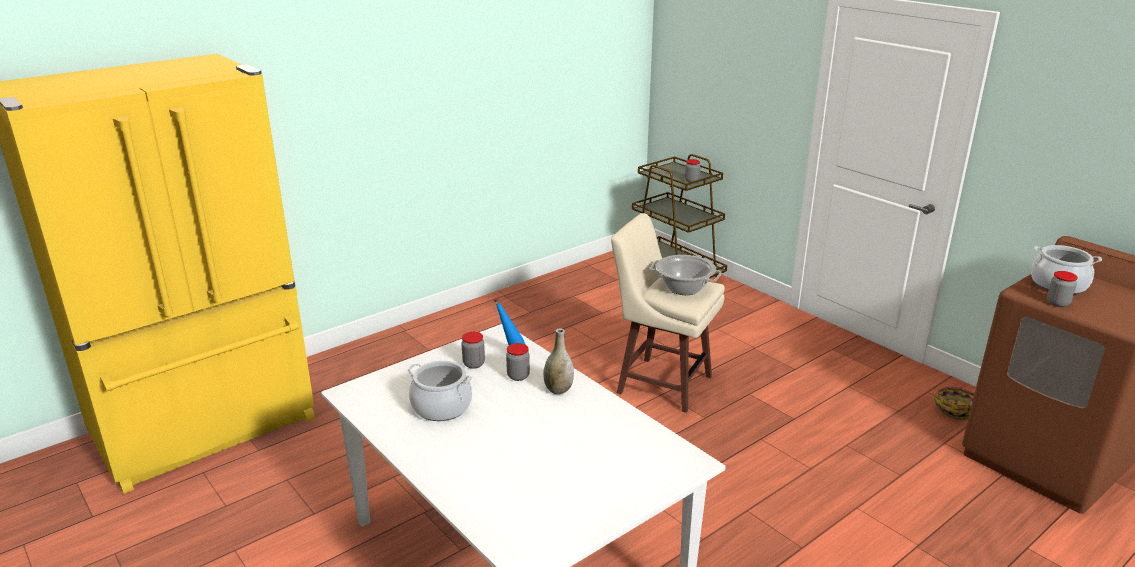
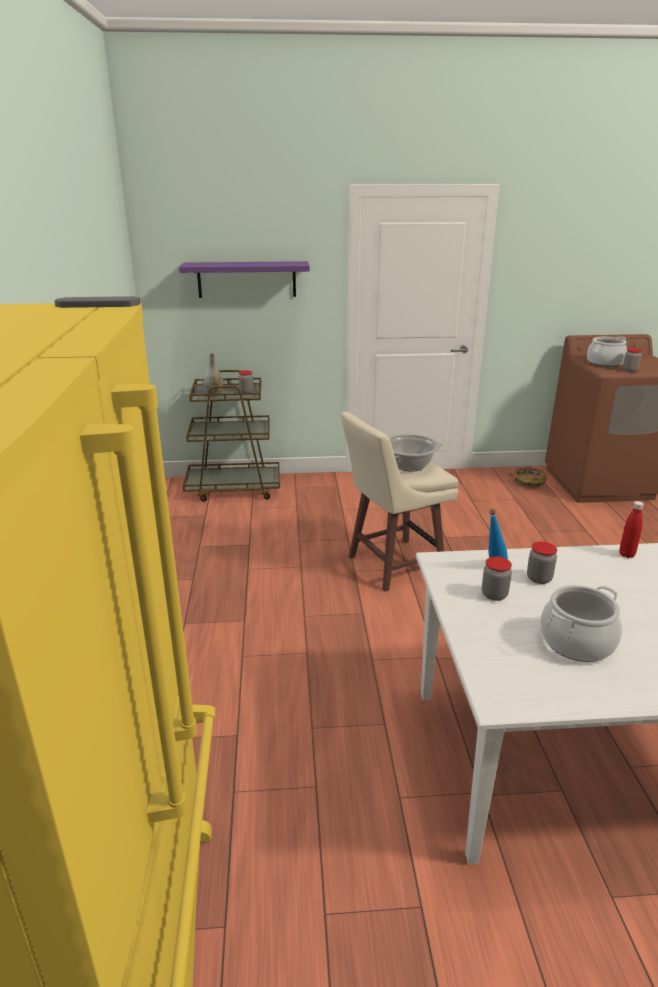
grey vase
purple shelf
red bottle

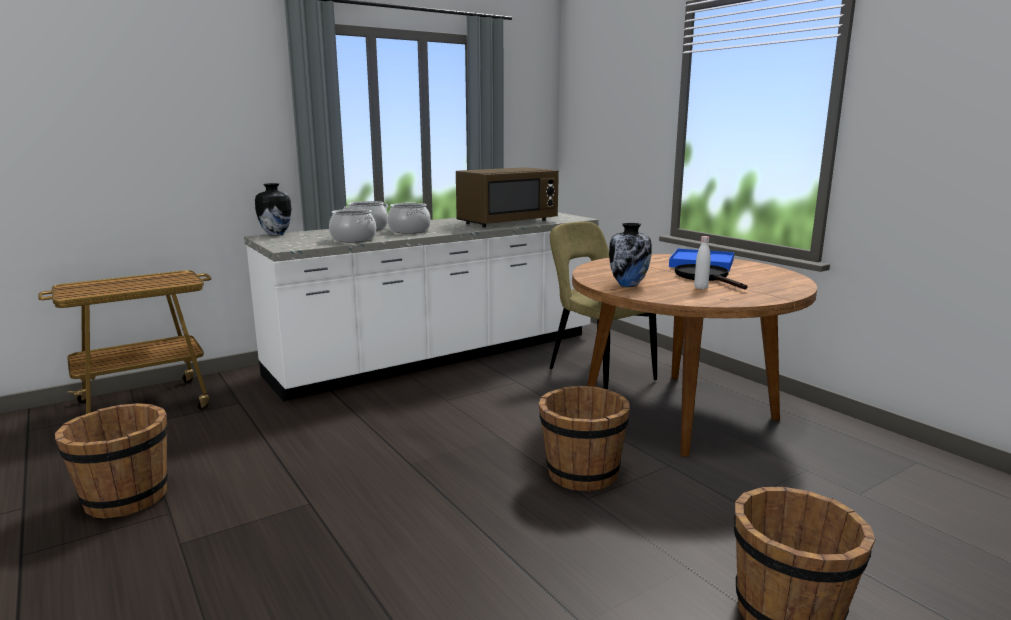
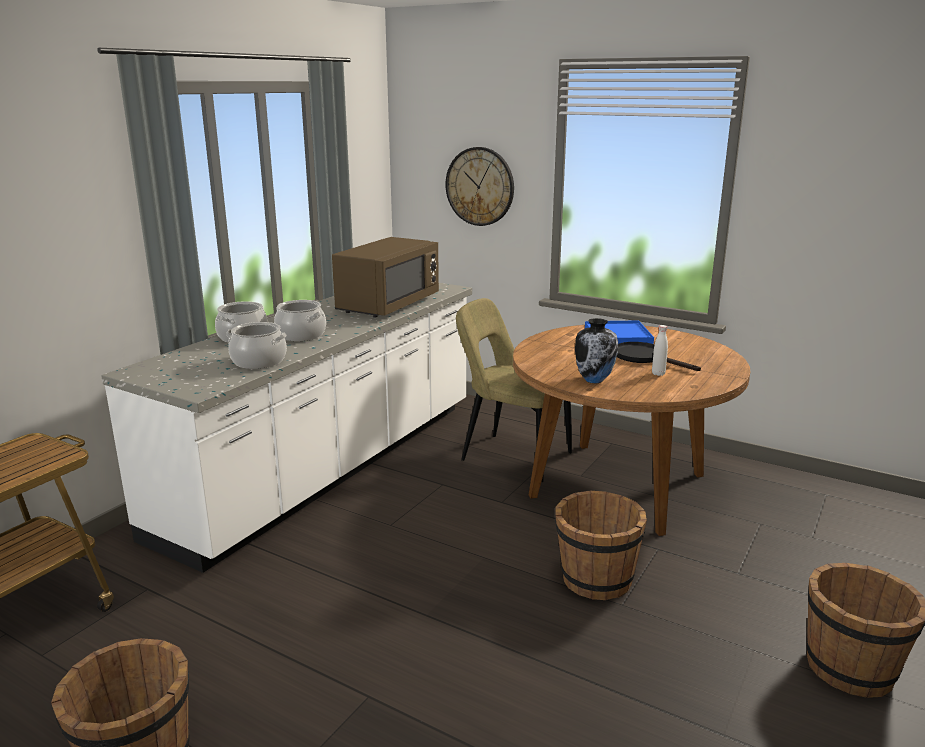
vase (1st from left in the first image)
wall clock

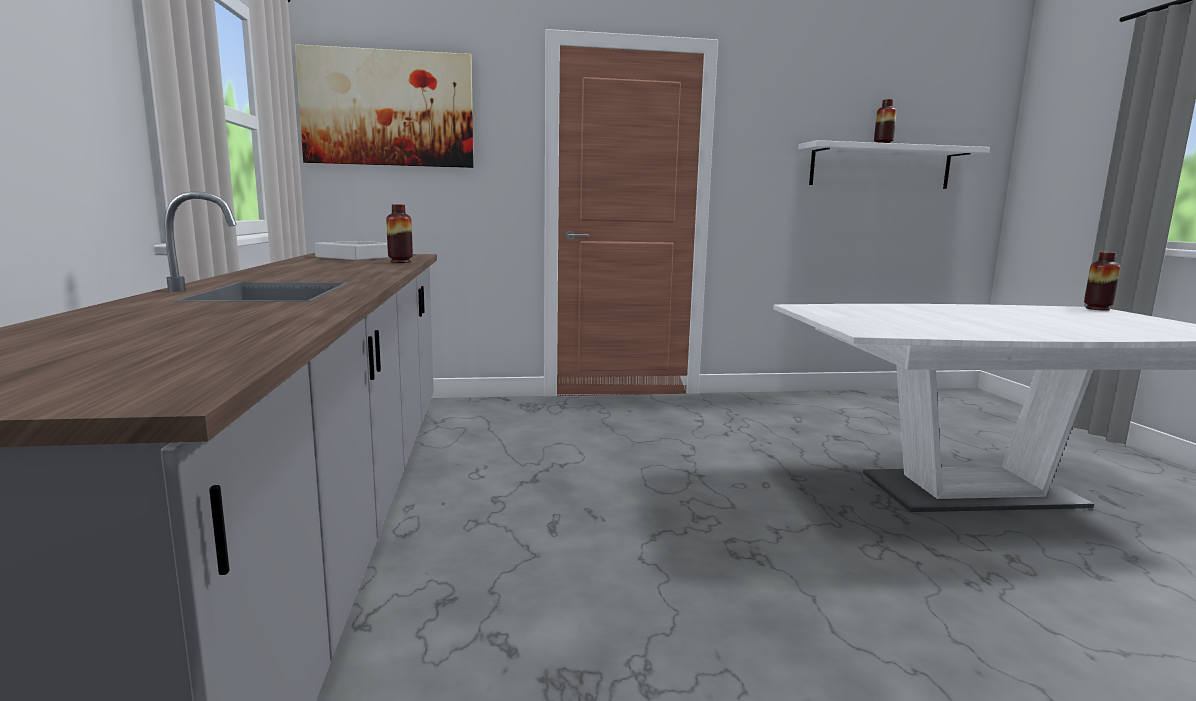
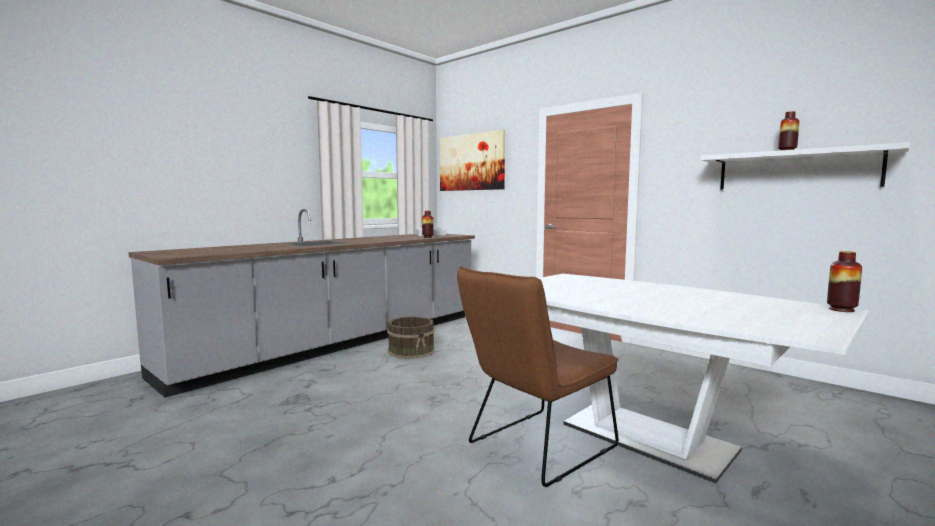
brown chair
brown bucket

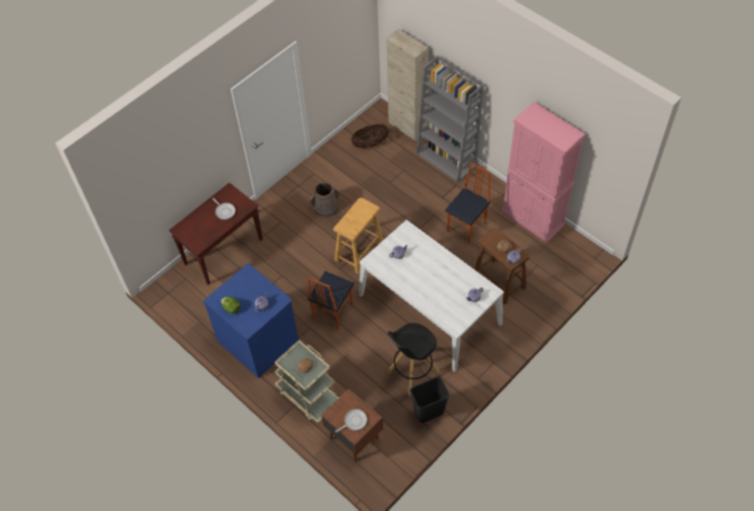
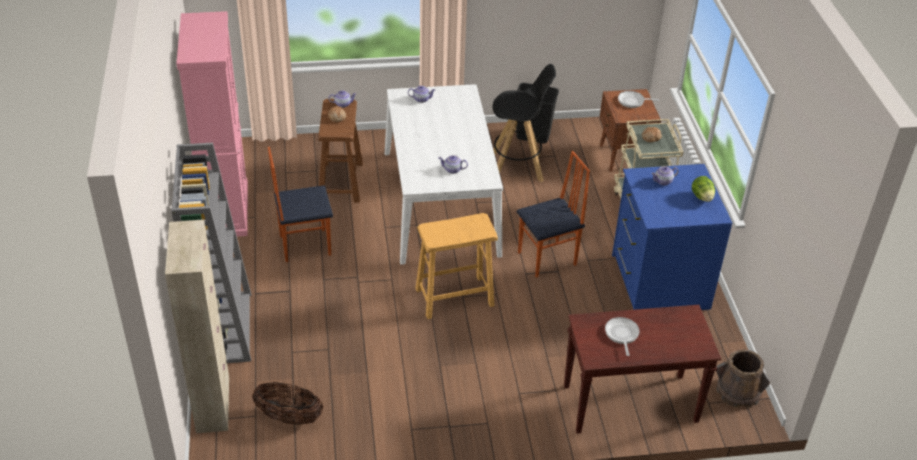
brown bucket

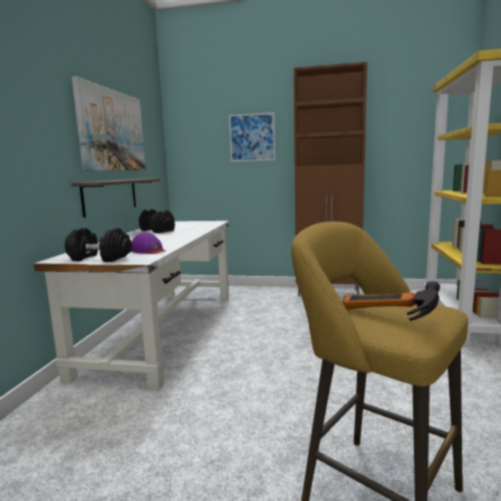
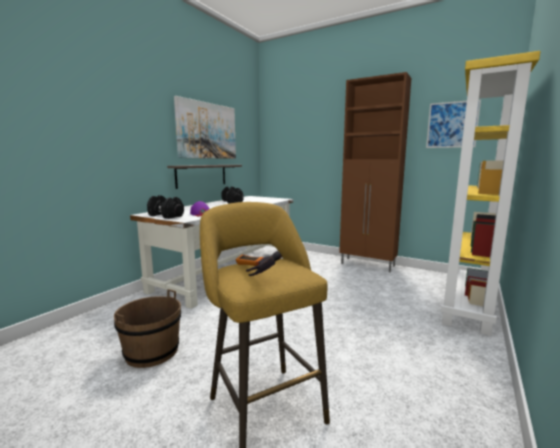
picture (2nd from left)
brown bucket

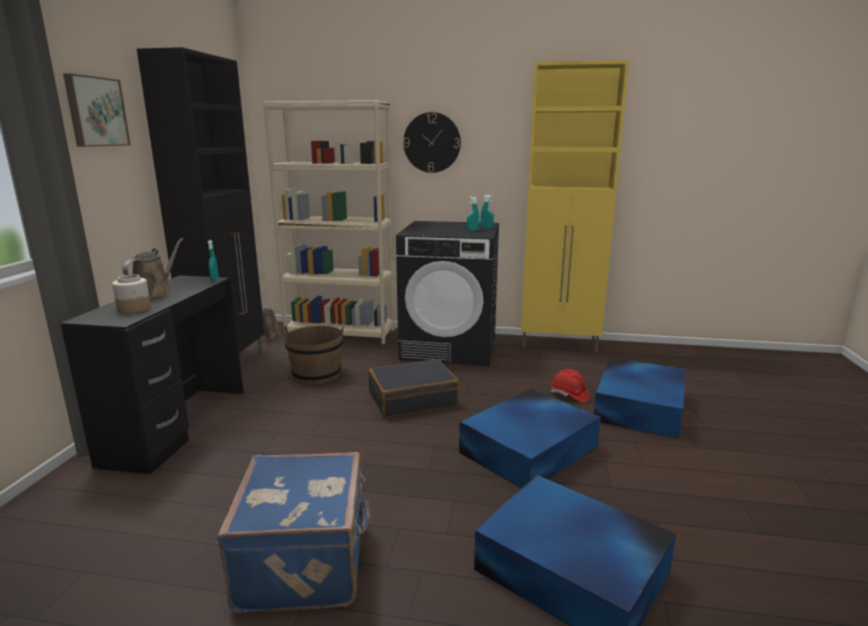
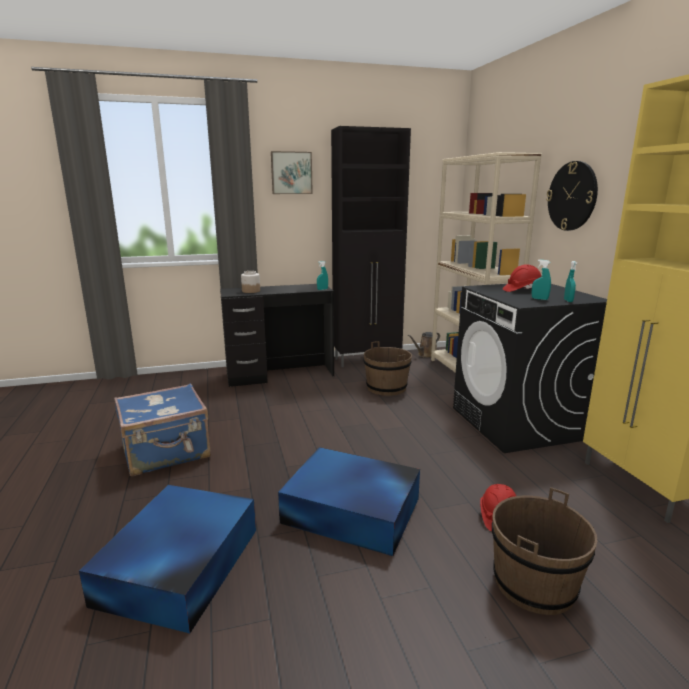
brown watering can (1st from left in the first image)
brown bucket (2nd from left)
black suitcase
red hard hat (2nd from left)

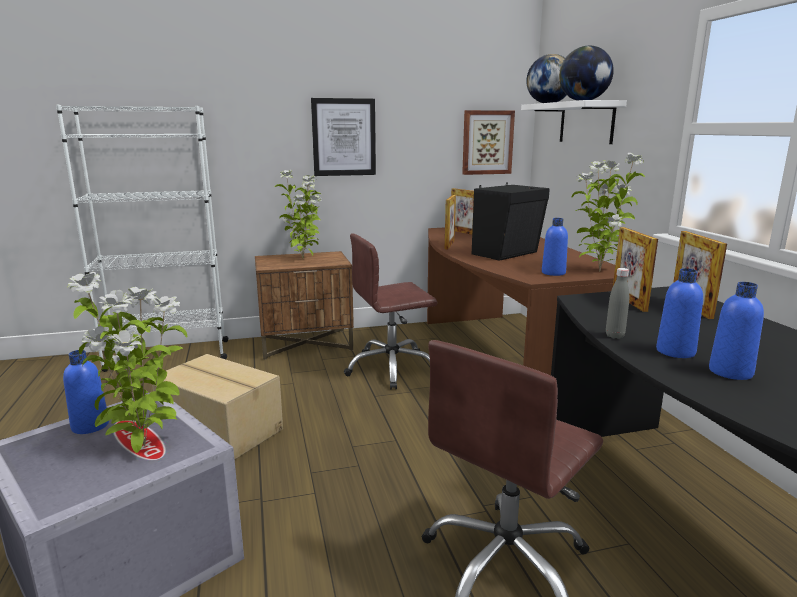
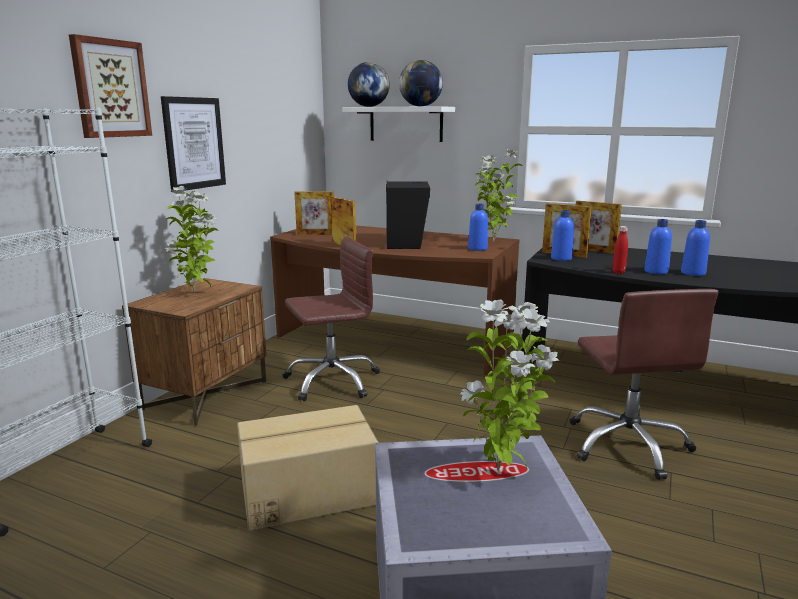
picture (1st from left)
brown office chair (1st from left)
red bottle
blue bottle (2nd from left)

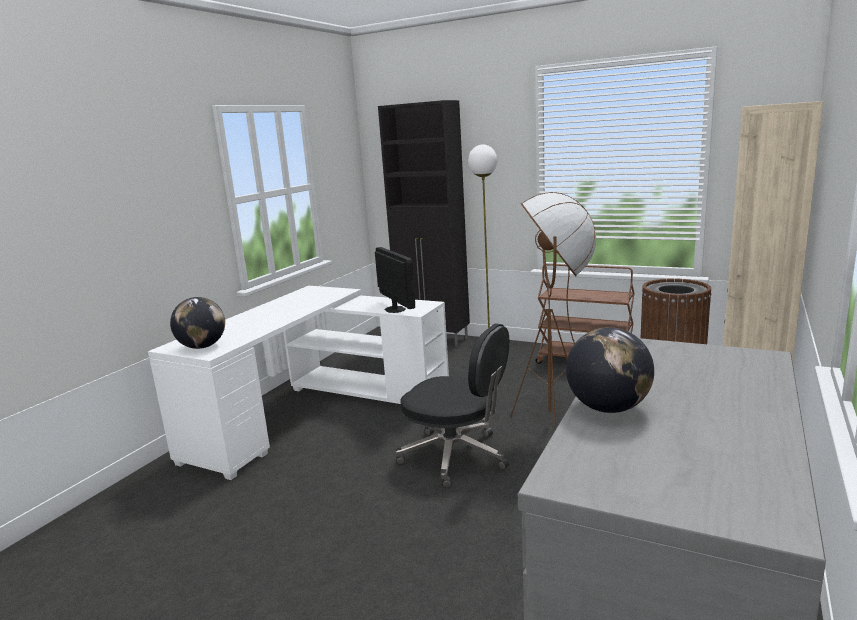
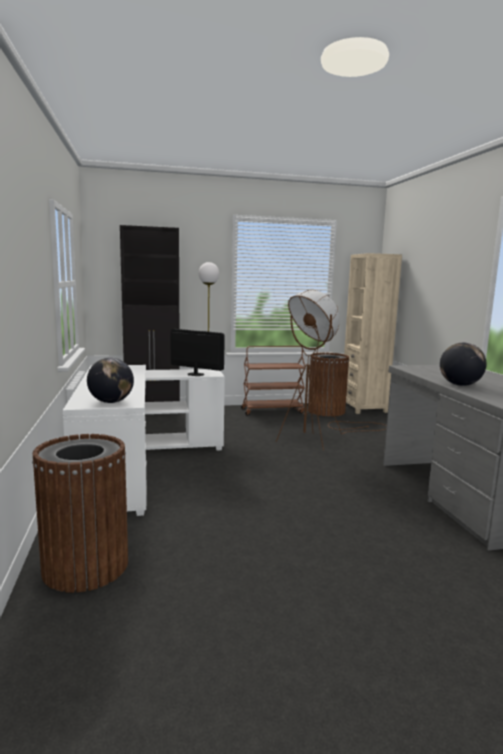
black office chair
brown trash can (1st from left)

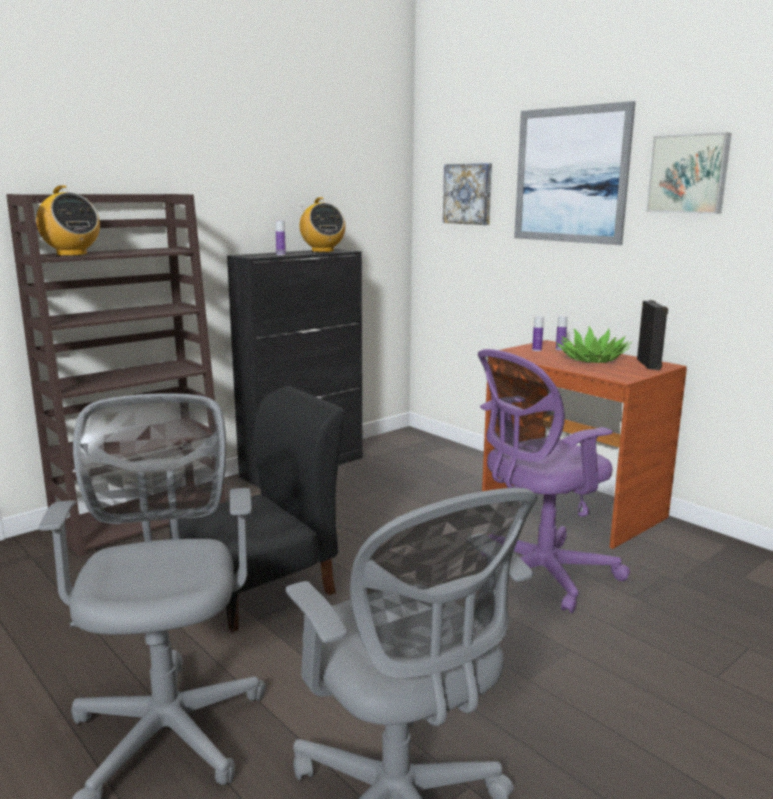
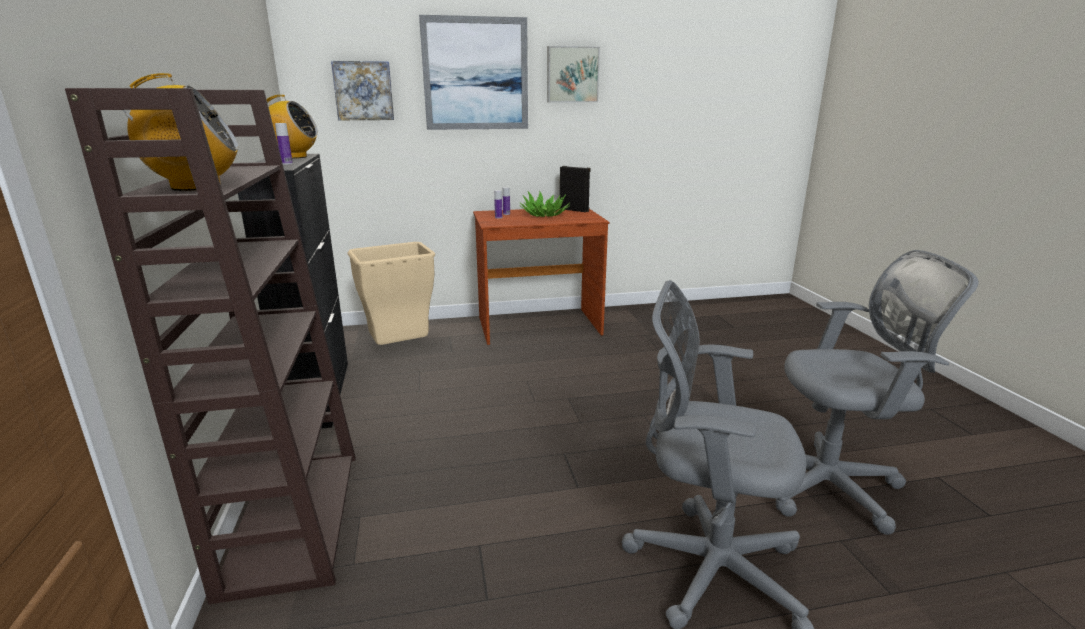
purple office chair
black chair
beige trash can

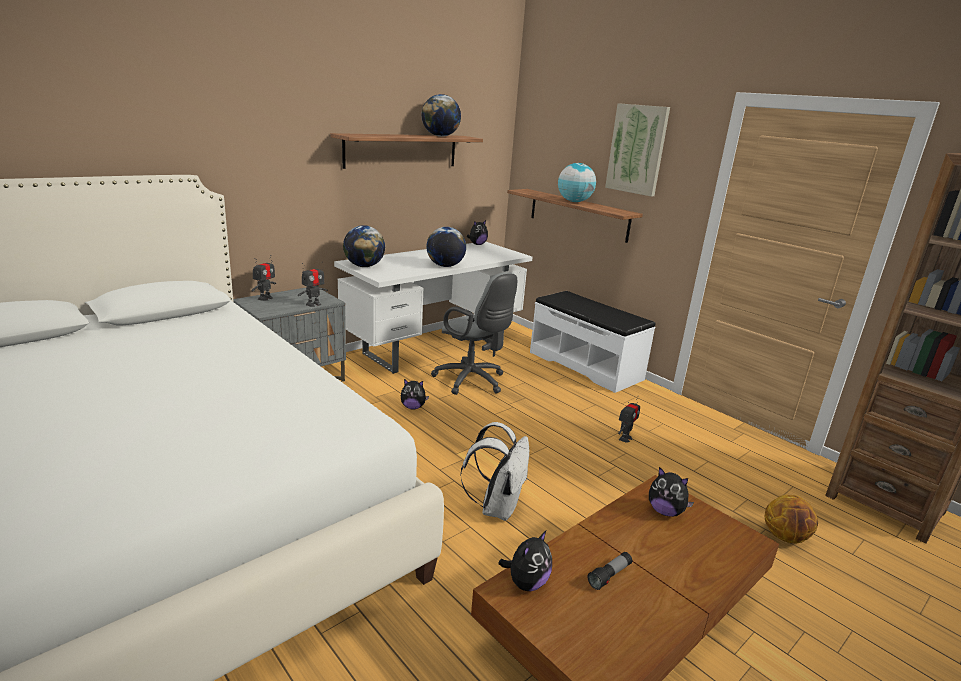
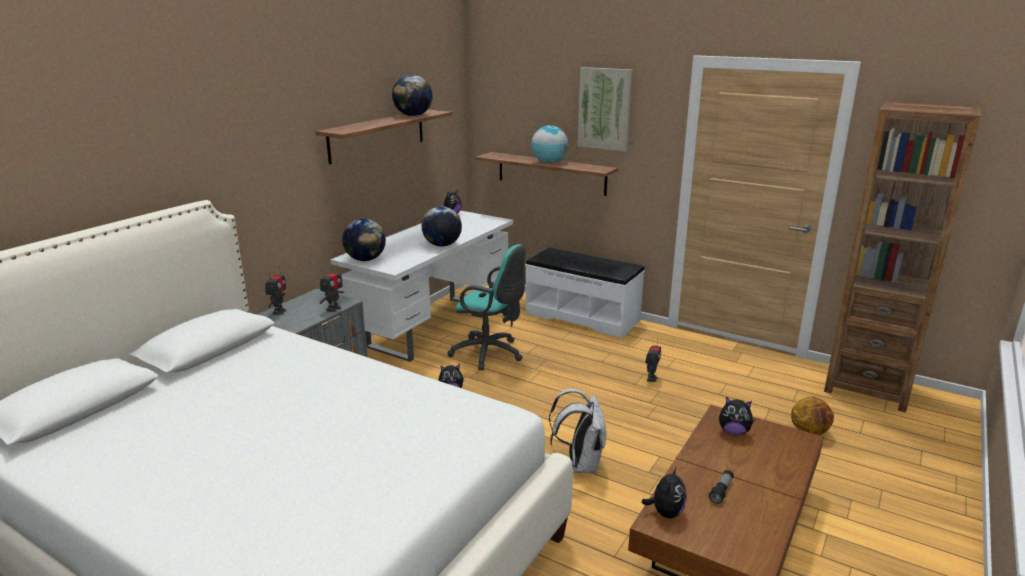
turquoise office chair

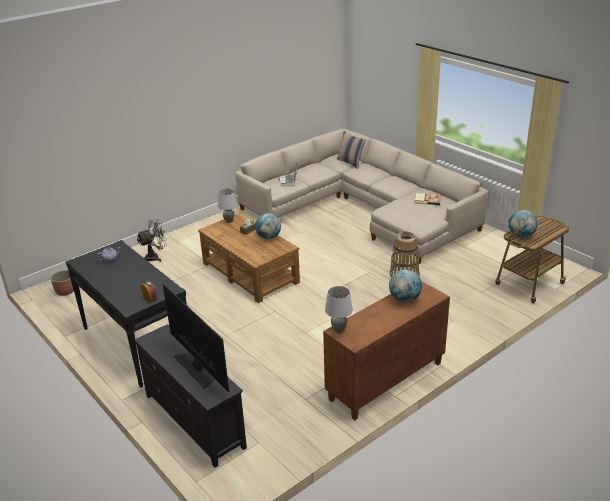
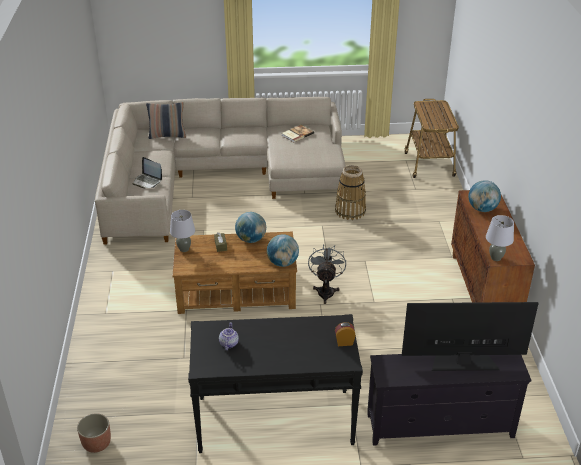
globe (2nd from left)
grey fan

